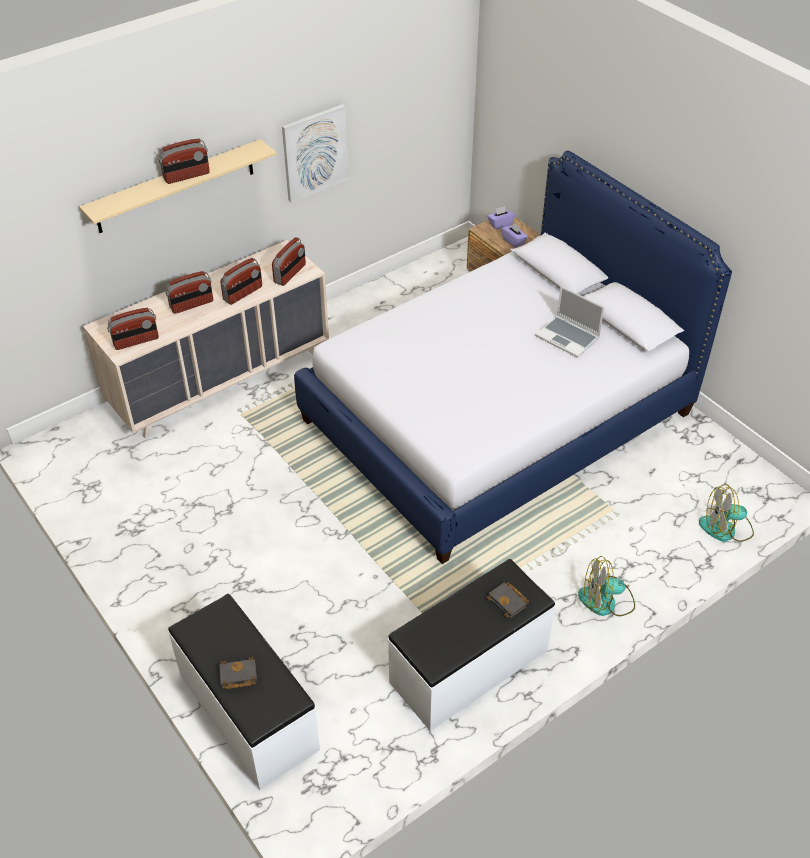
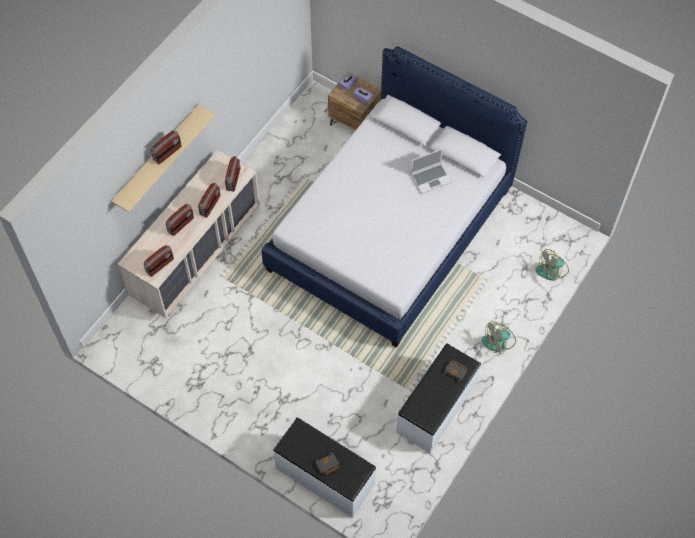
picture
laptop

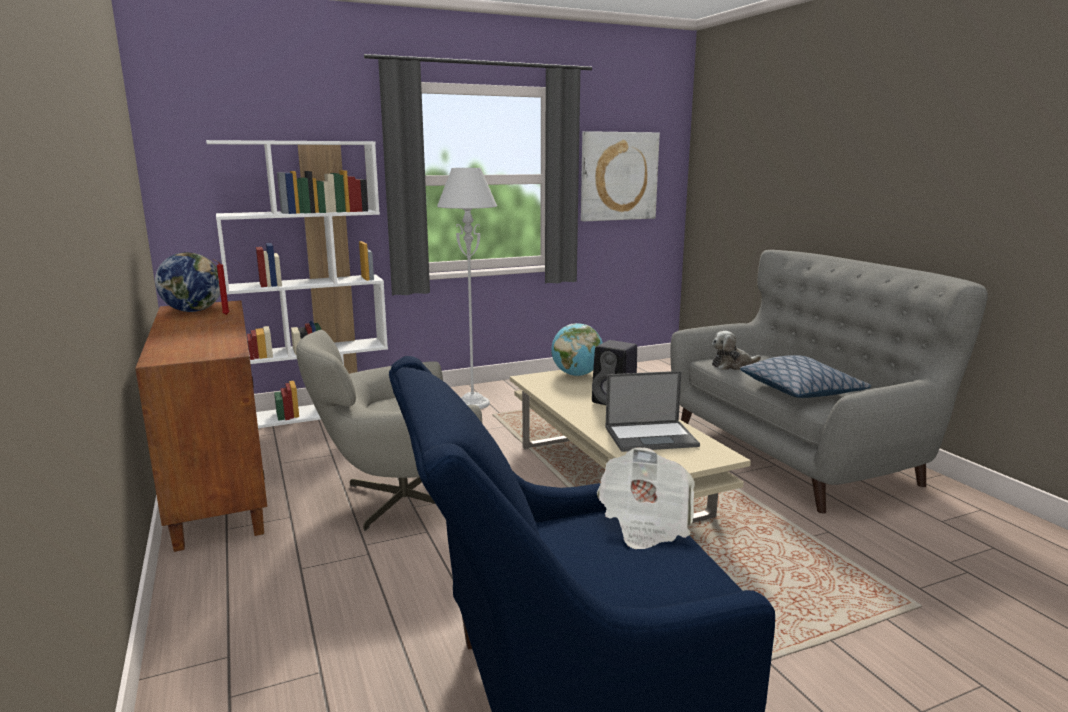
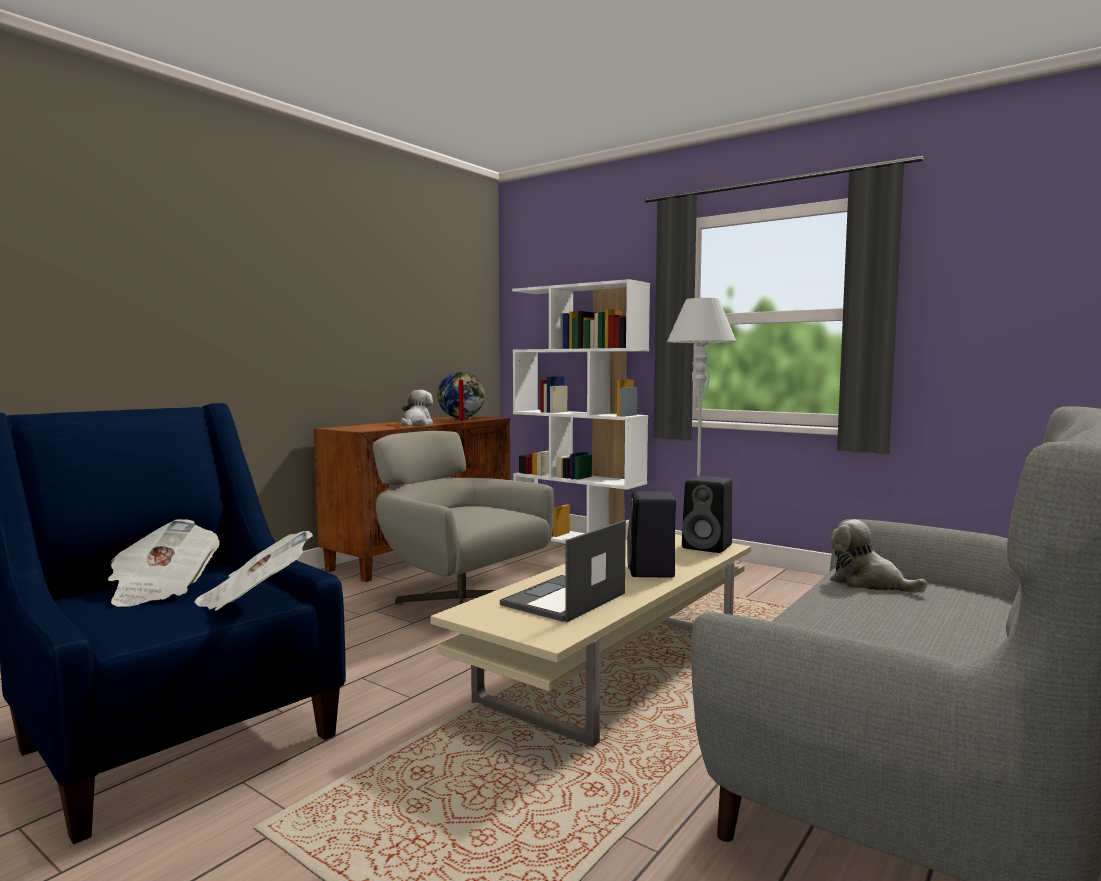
picture
black speaker (2nd from left)
pillow
laptop
plush toy (1st from left)
newspaper (1st from left)

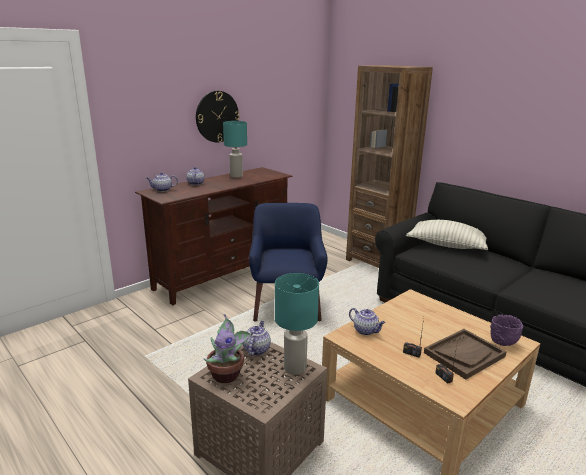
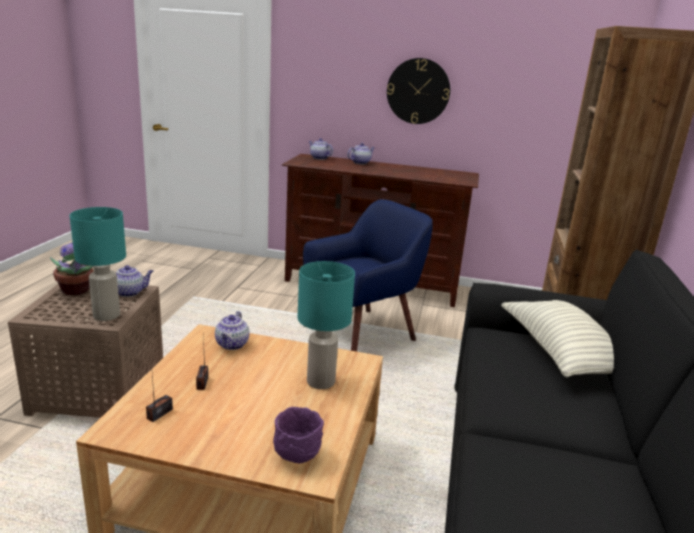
turquoise table lamp (2nd from left)
brown tray

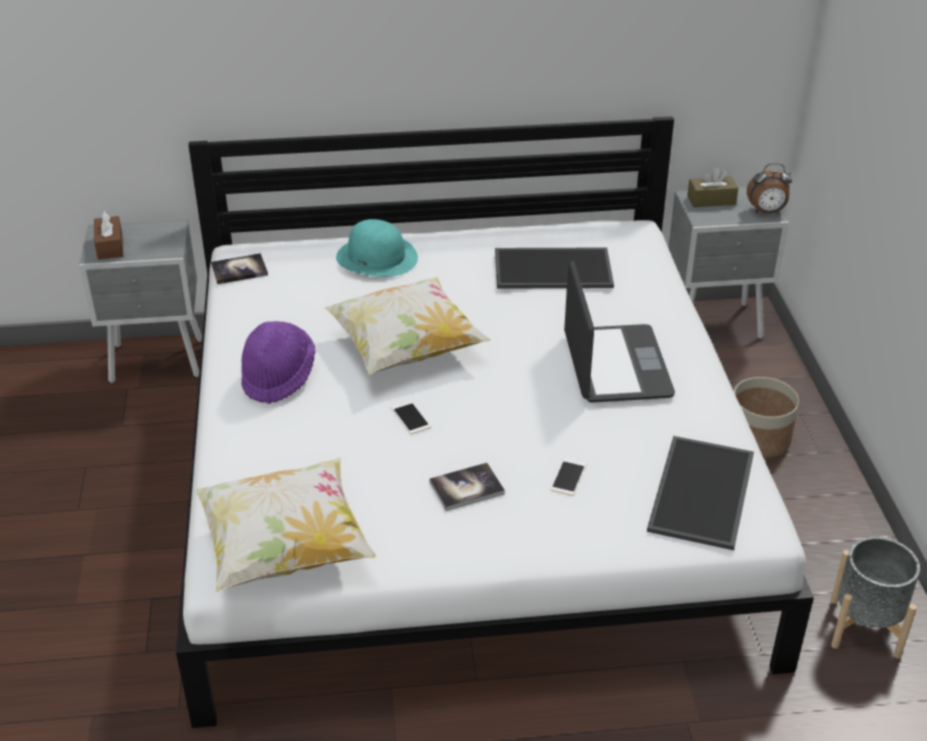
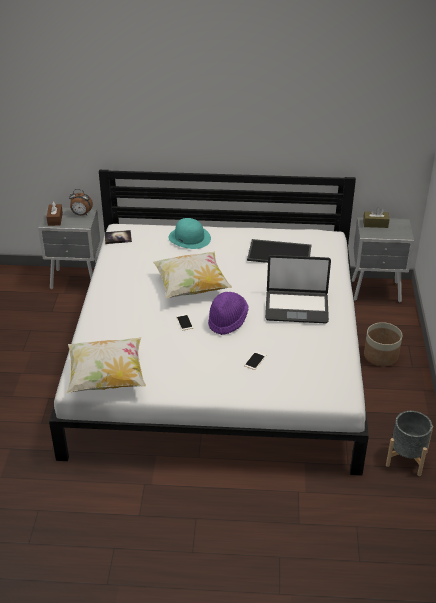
alarm clock
laptop
purple hat
tray (2nd from left in the first image)
book (2nd from left in the first image)

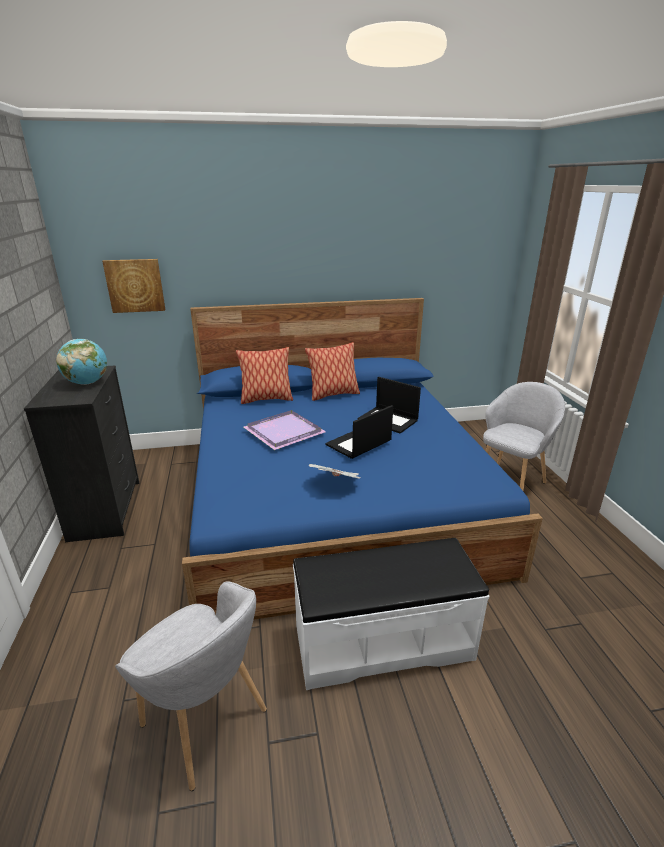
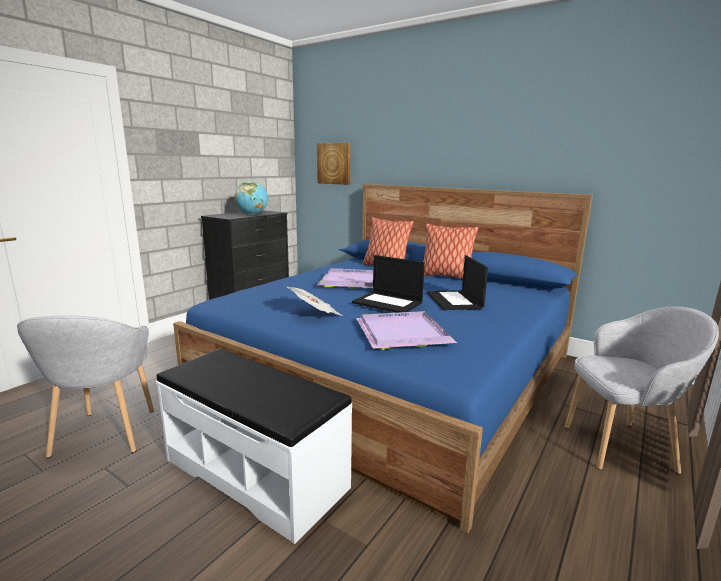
laptop (1st from left)
purple tray (2nd from left)

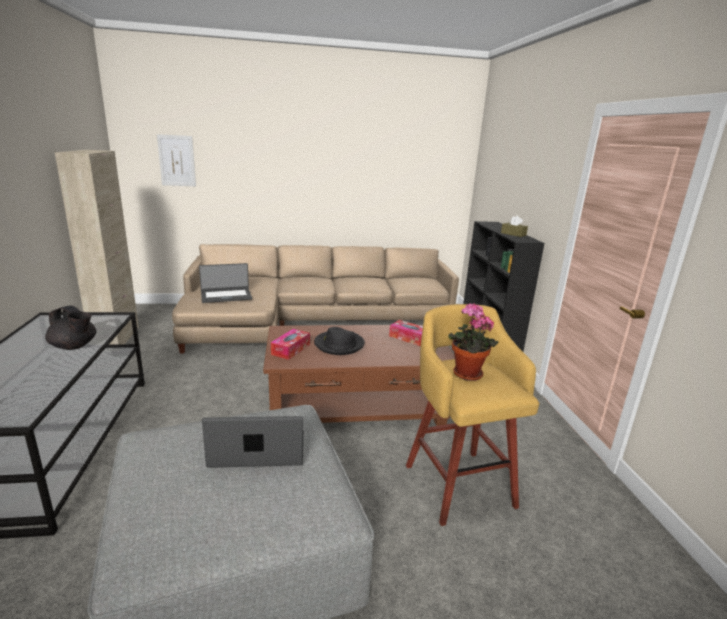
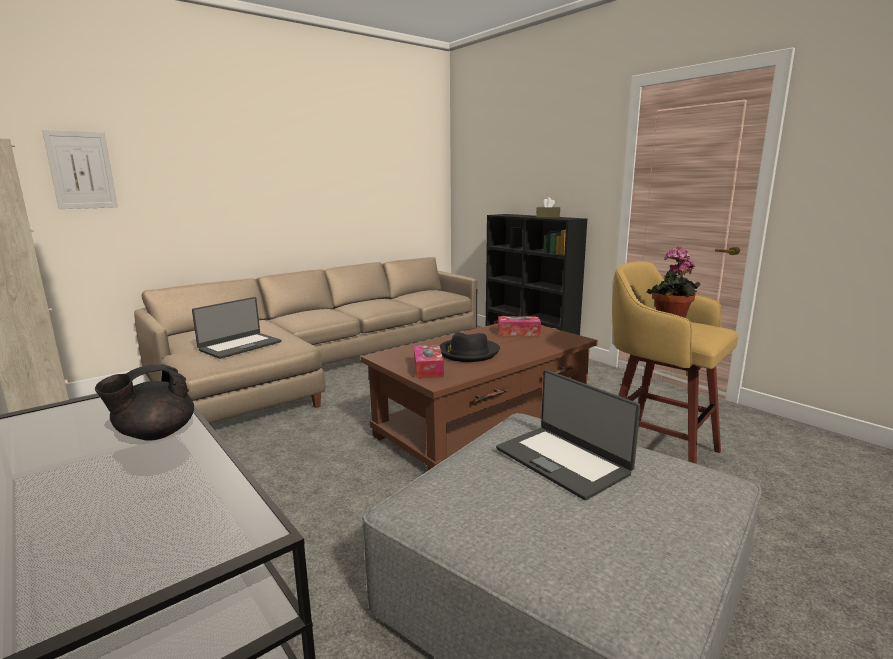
black teapot
laptop (2nd from left)

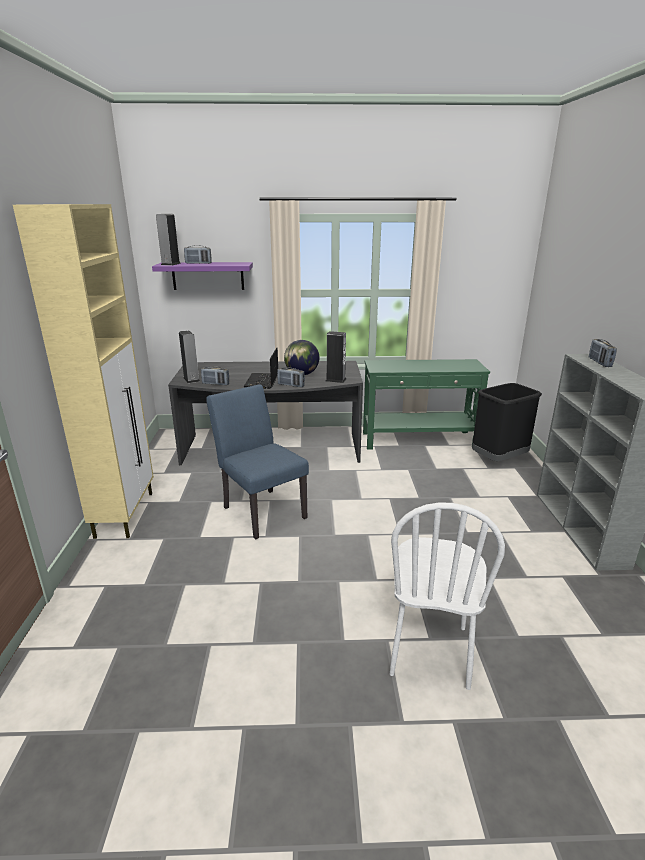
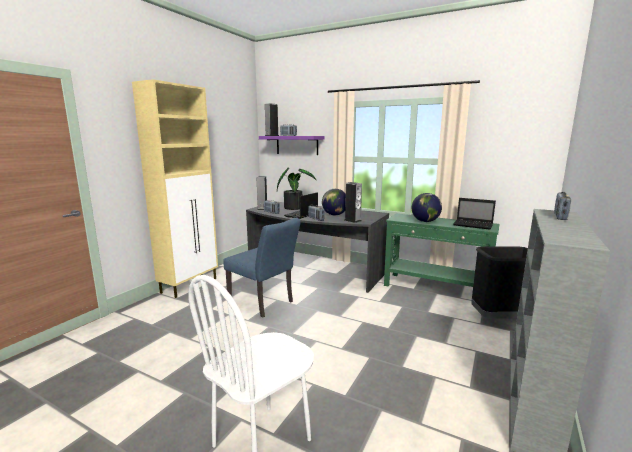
blue chair
potted plant
globe (2nd from left)
laptop (2nd from left)

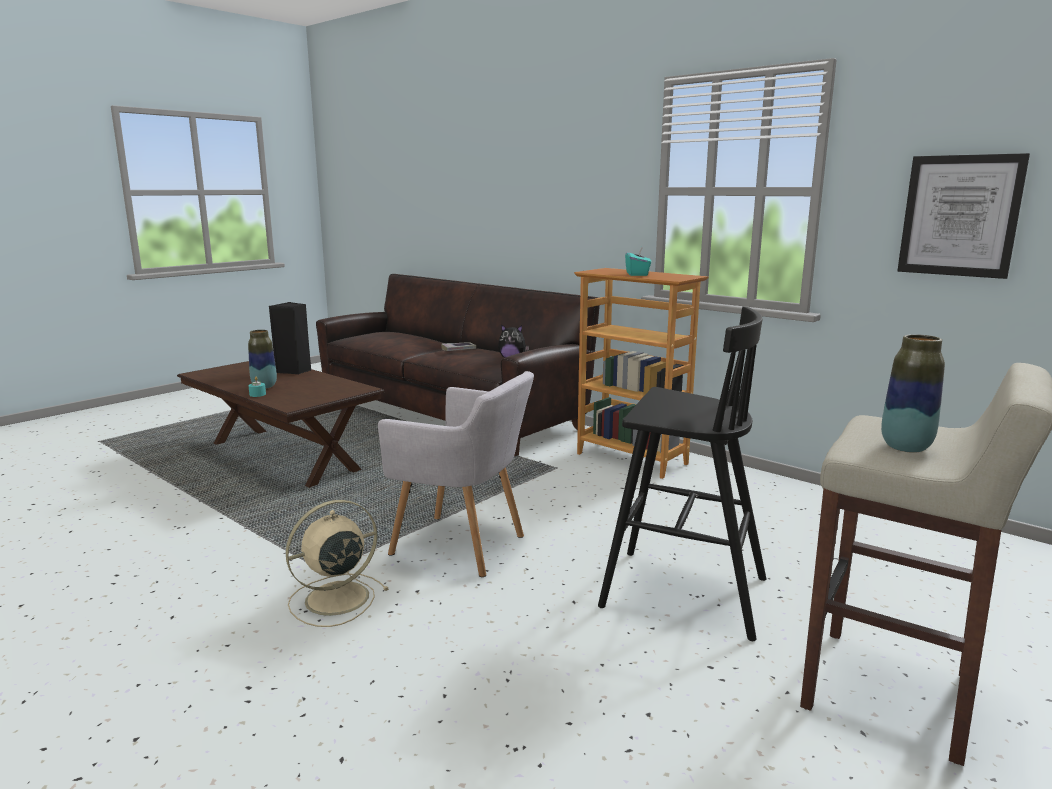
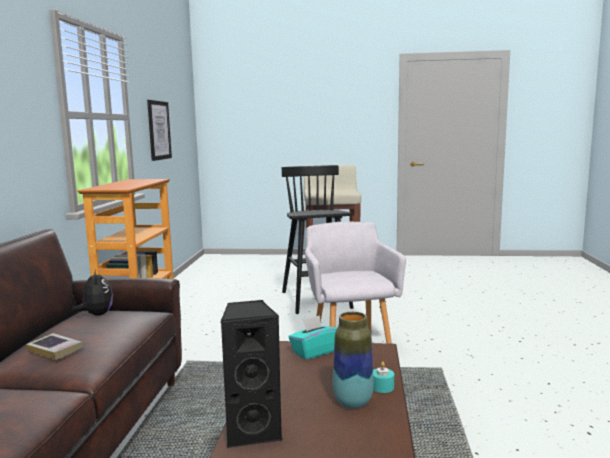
turquoise tissue box
vase (2nd from left in the first image)
beige fan

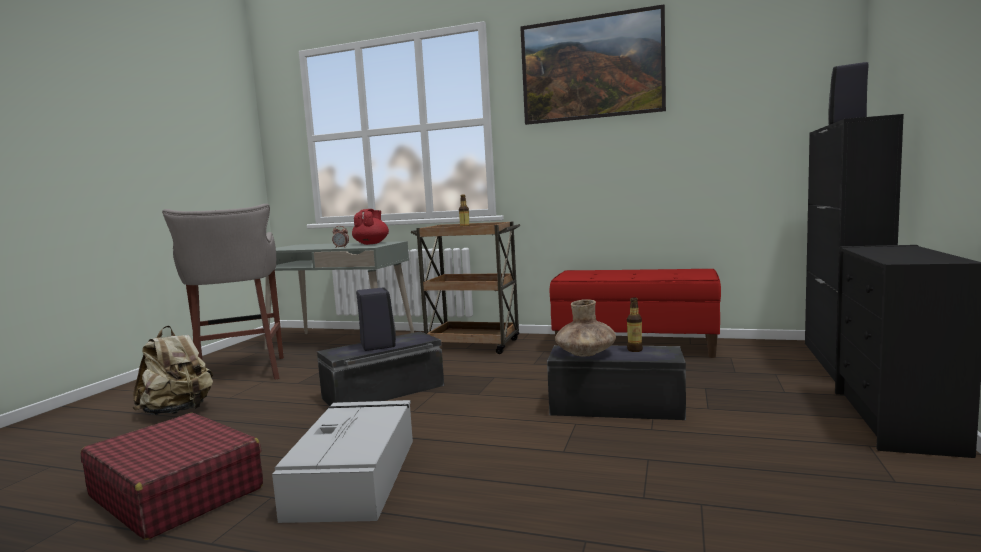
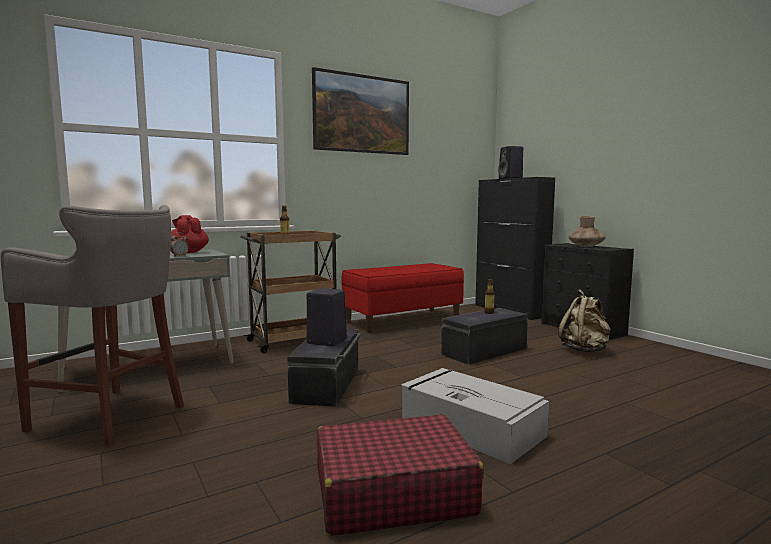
brown vase
beige backpack

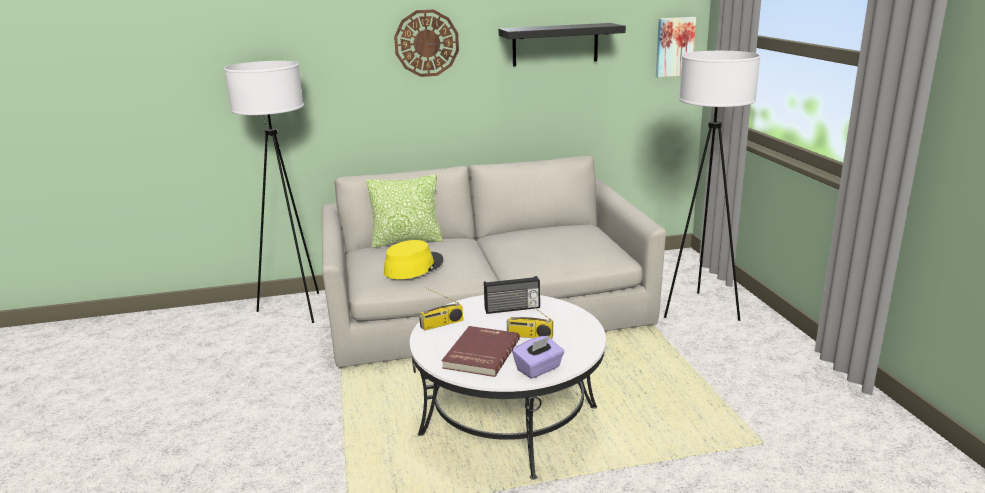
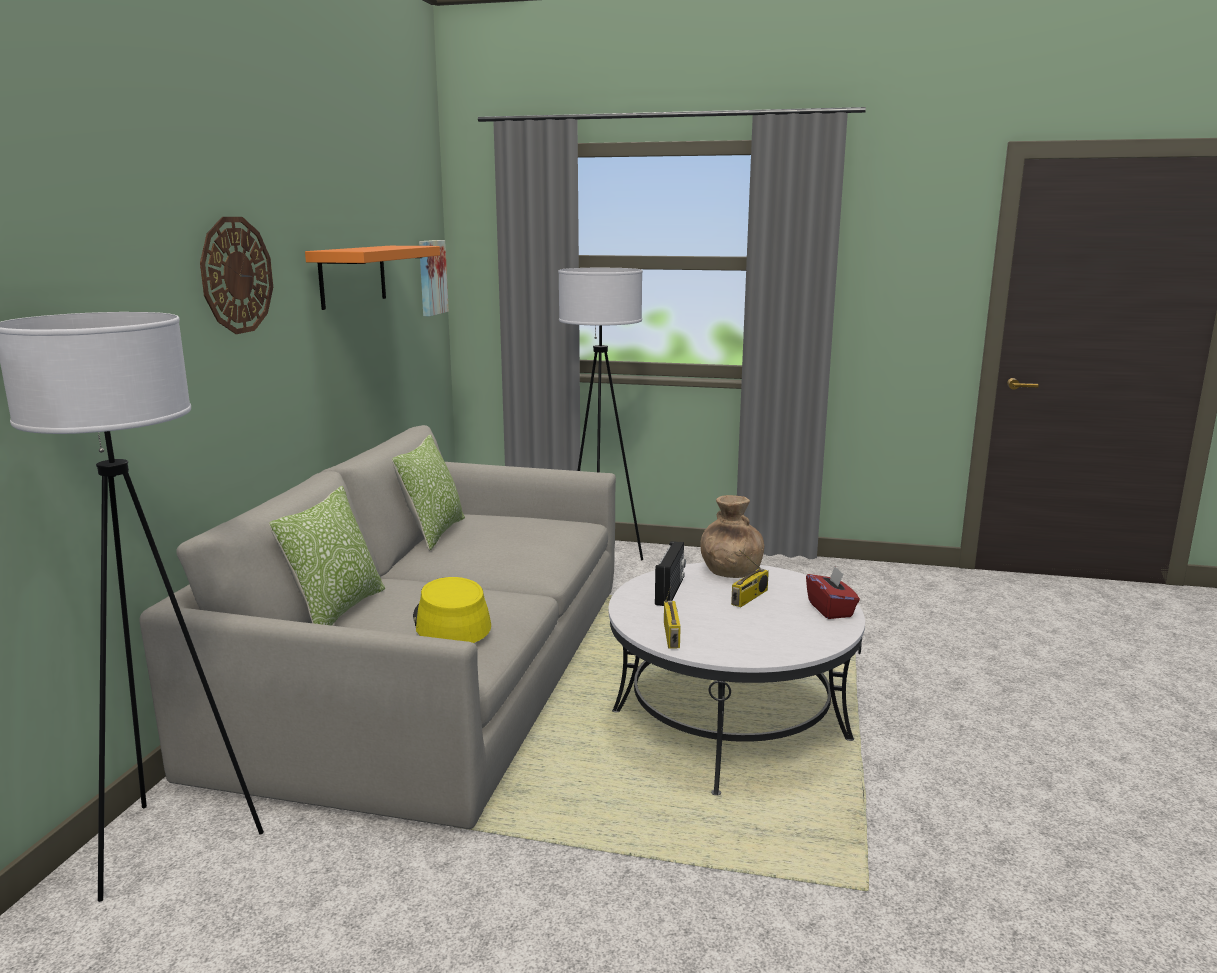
orange shelf
red book
red tissue box
pillow (2nd from left)
brown vase

